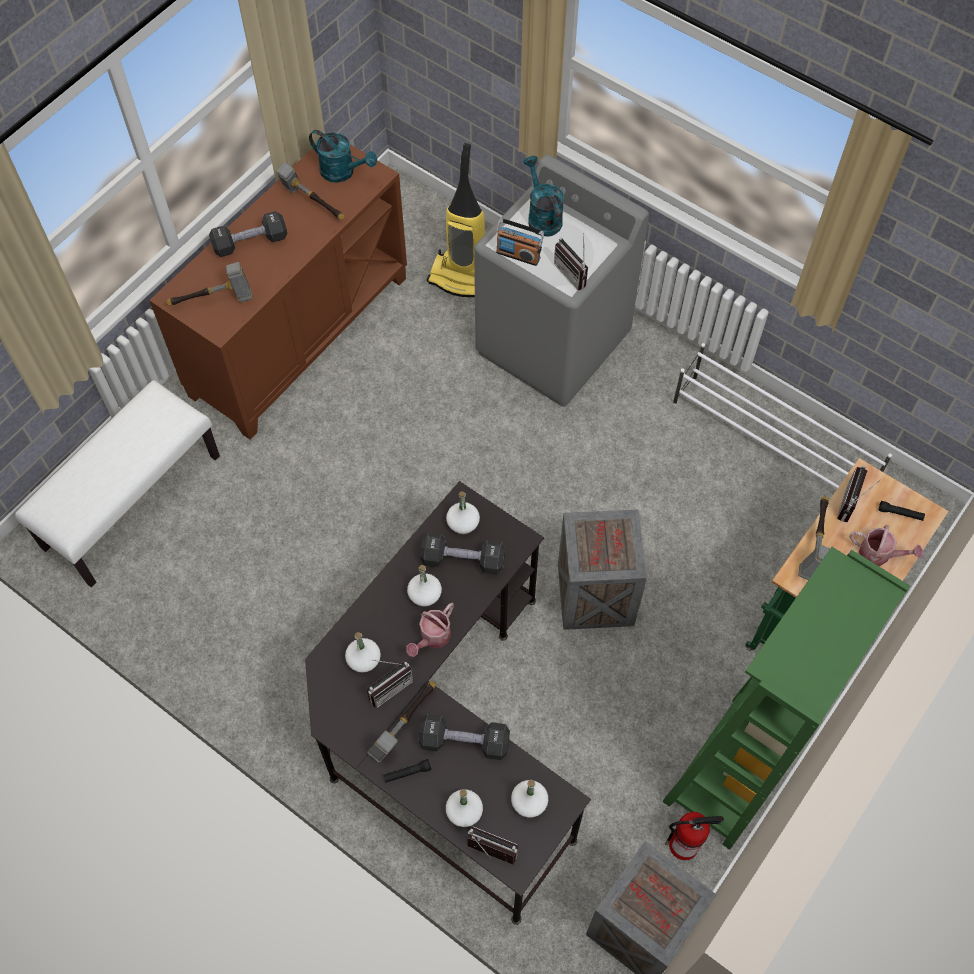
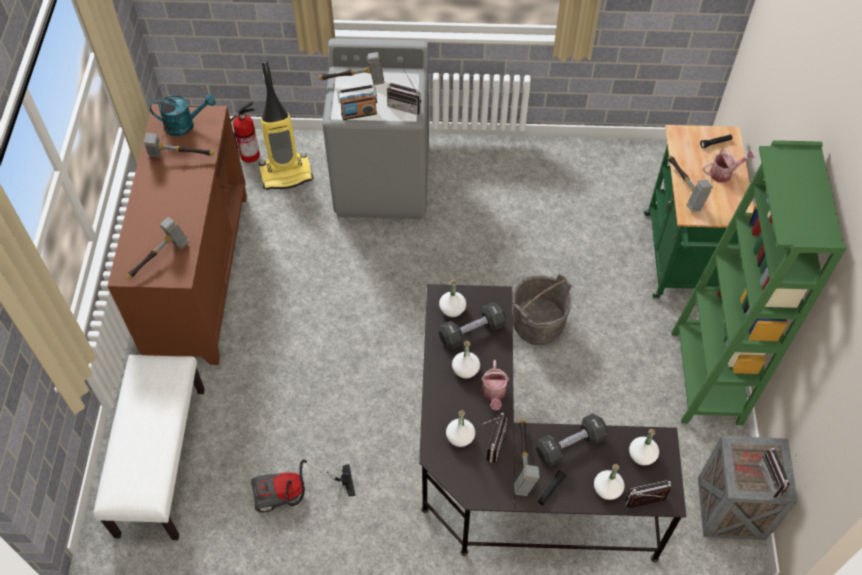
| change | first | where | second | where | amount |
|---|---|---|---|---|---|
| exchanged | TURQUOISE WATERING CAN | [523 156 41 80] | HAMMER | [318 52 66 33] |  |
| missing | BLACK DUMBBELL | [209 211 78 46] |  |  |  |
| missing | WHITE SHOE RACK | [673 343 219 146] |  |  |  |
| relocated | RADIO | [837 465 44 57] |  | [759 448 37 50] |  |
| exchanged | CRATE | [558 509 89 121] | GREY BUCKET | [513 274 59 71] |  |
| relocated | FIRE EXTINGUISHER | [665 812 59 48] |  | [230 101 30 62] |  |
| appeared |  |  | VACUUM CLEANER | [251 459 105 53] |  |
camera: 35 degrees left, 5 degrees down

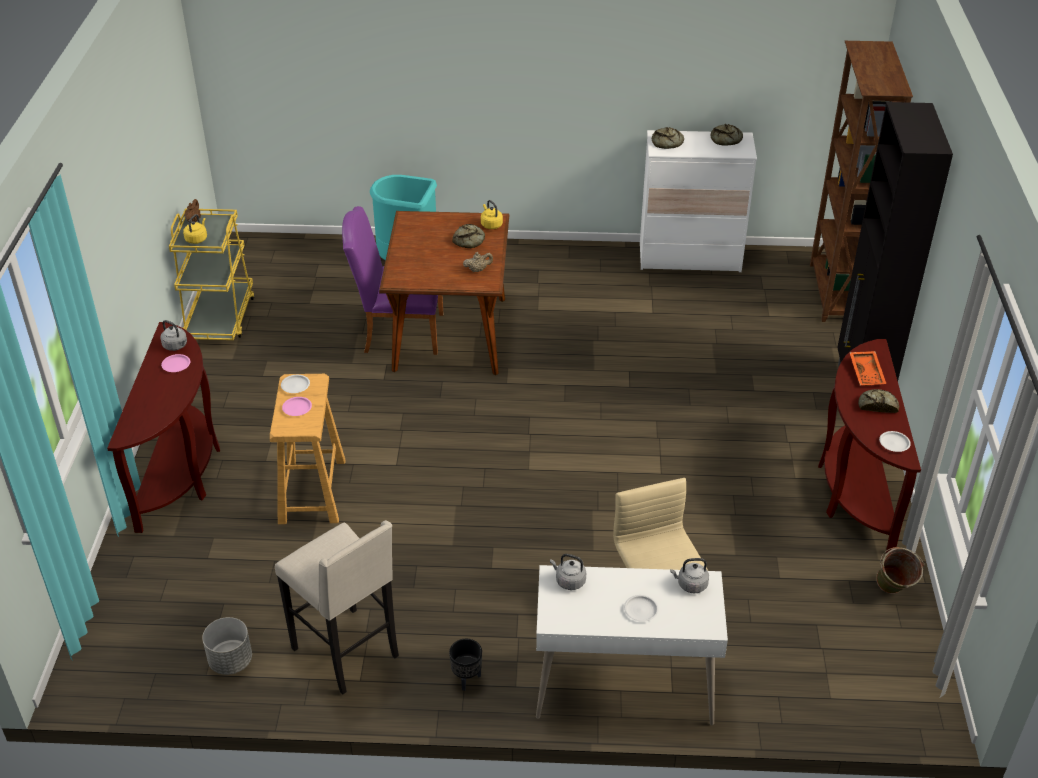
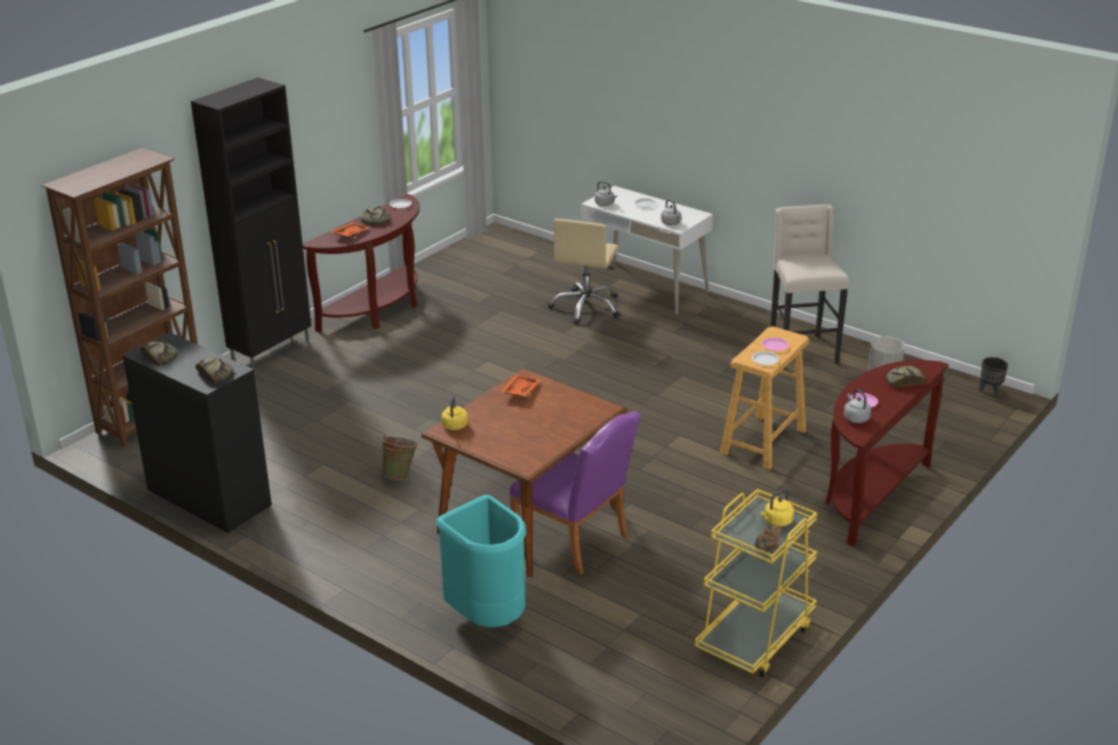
| change | first | where | second | where | amount |
|---|---|---|---|---|---|
| colour | WHITE DRESSER | [640 130 117 142] | BLACK DRESSER | [122 332 150 201] |  |
| relocated | BREAD | [452 224 33 24] |  | [886 366 39 21] |  |
| exchanged | BEIGE TEAPOT | [463 252 30 20] | ORANGE TRAY | [500 375 40 21] |  |
| relocated | GREEN BUCKET | [876 547 48 47] |  | [380 435 38 45] |  |
| relocated | BLACK PLANTER | [449 639 33 52] |  | [979 357 29 41] |  |
camera: 145 degrees left, 10 degrees down

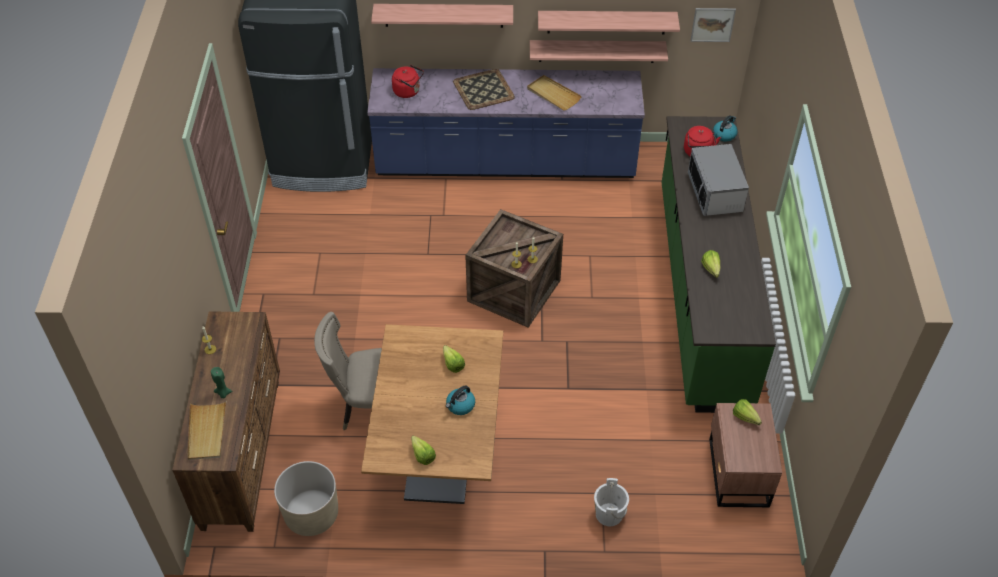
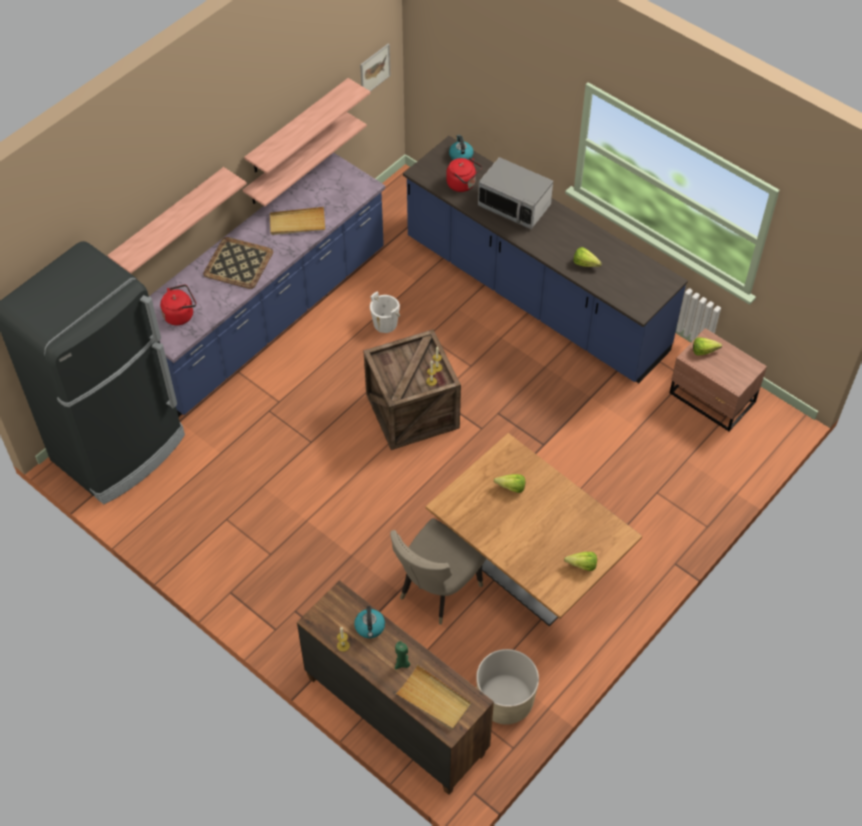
| change | first | where | second | where | amount |
|---|---|---|---|---|---|
| colour | GREEN COUNTER | [662 116 114 297] | BLUE COUNTER | [403 136 285 247] |  |
| relocated | KETTLE | [446 385 29 30] |  | [354 606 31 32] |  |
| relocated | WHITE BUCKET | [594 478 35 48] |  | [370 291 30 42] |  |
camera: 50 degrees left, 5 degrees up

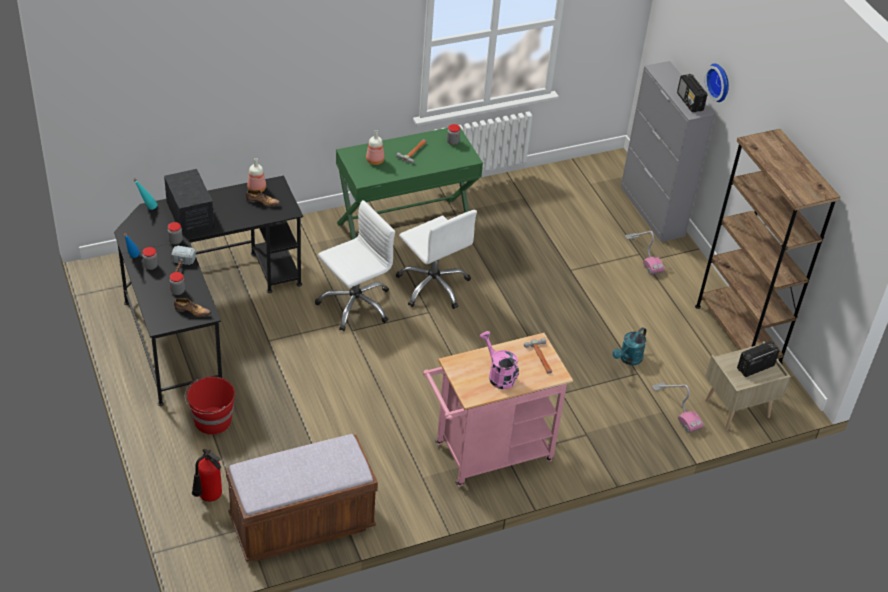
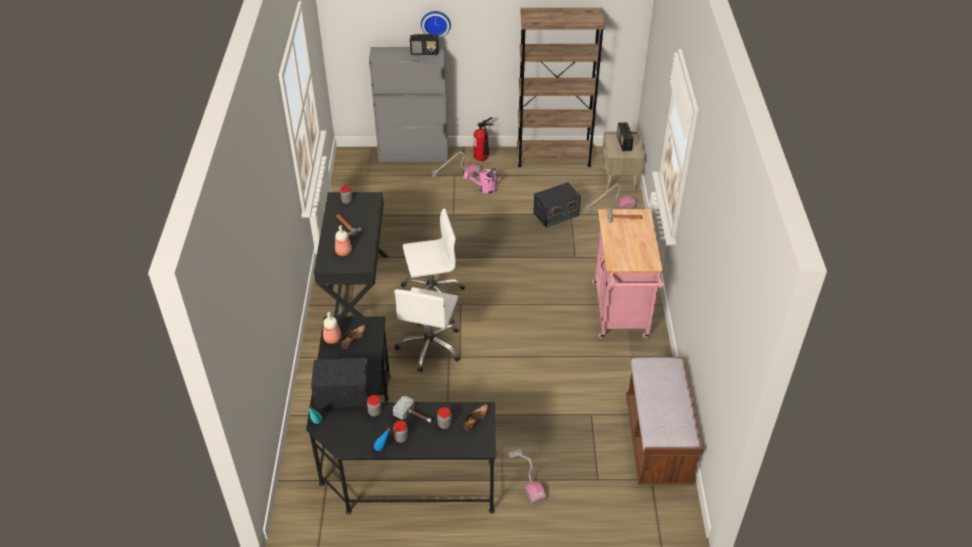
| change | first | where | second | where | amount |
|---|---|---|---|---|---|
| colour | GREEN DESK | [336 128 147 112] | BLACK DESK | [314 192 74 125] |  |
| spun | WHITE OFFICE CHAIR | [315 200 80 131] |  | [394 287 66 85] | 150 degrees counterclockwise |
| exchanged | TURQUOISE WATERING CAN | [612 327 35 38] | RADIO | [533 182 48 45] |  |
| relocated | PINK WATERING CAN | [480 331 39 58] |  | [463 168 38 26] |  |
| exchanged | RED BUCKET | [185 377 50 58] | VACUUM CLEANER | [508 449 38 55] |  |
| relocated | FIRE EXTINGUISHER | [192 449 30 53] |  | [474 117 19 44] |  |
camera: 65 degrees left, 0 degrees up

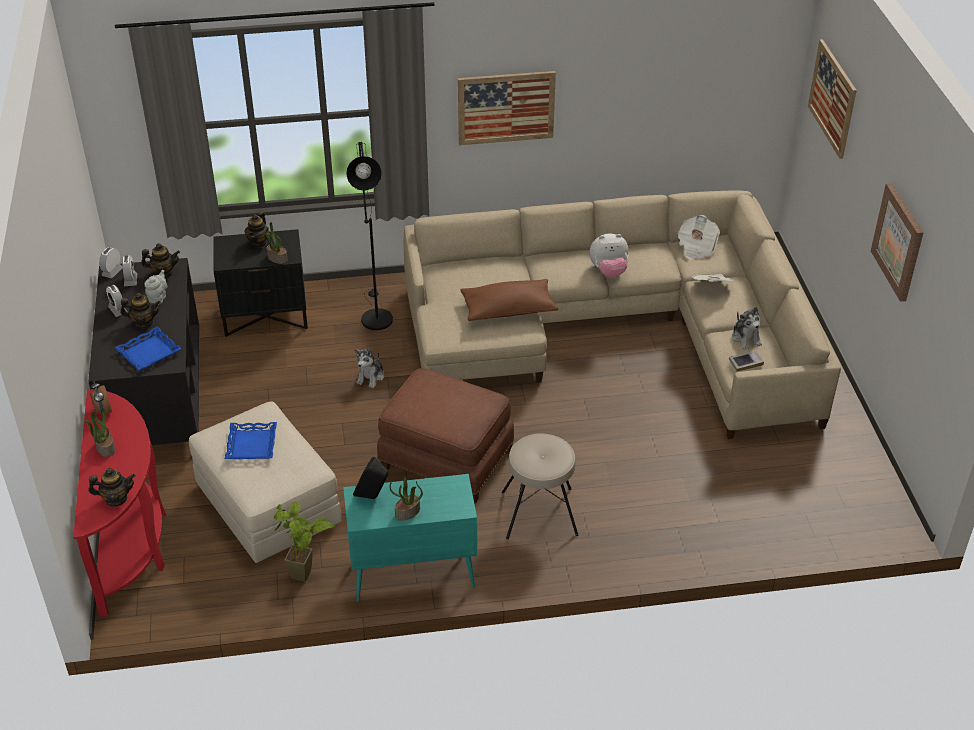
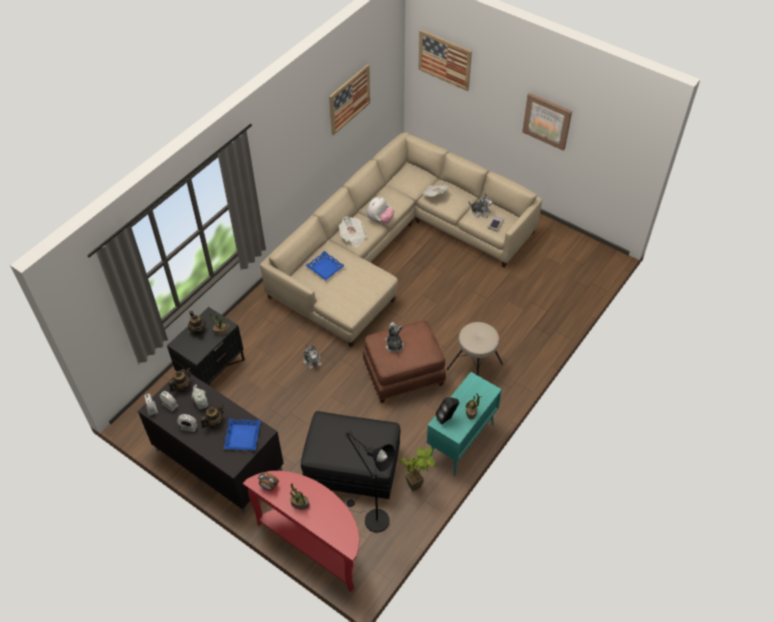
| change | first | where | second | where | amount |
|---|---|---|---|---|---|
| relocated | PICTURE | [458 71 98 74] |  | [329 64 41 72] |  |
| relocated | BLACK FLOOR LAMP | [346 142 47 188] |  | [346 431 49 102] |  |
| relocated | NEWSPAPER | [677 215 43 44] |  | [339 216 28 31] |  |
| missing | BROWN PILLOW | [460 279 98 42] |  |  |  |
| colour | BEIGE OTTOMAN | [189 401 152 162] | BLACK OTTOMAN | [301 411 99 88] |  |
| relocated | BLUE TRAY | [225 422 52 37] |  | [305 251 40 29] |  |
| missing | TEAPOT | [89 468 46 39] |  |  |  |
| appeared |  |  | PLUSH TOY | [385 322 19 30] |  |
camera: 45 degrees left, 10 degrees up

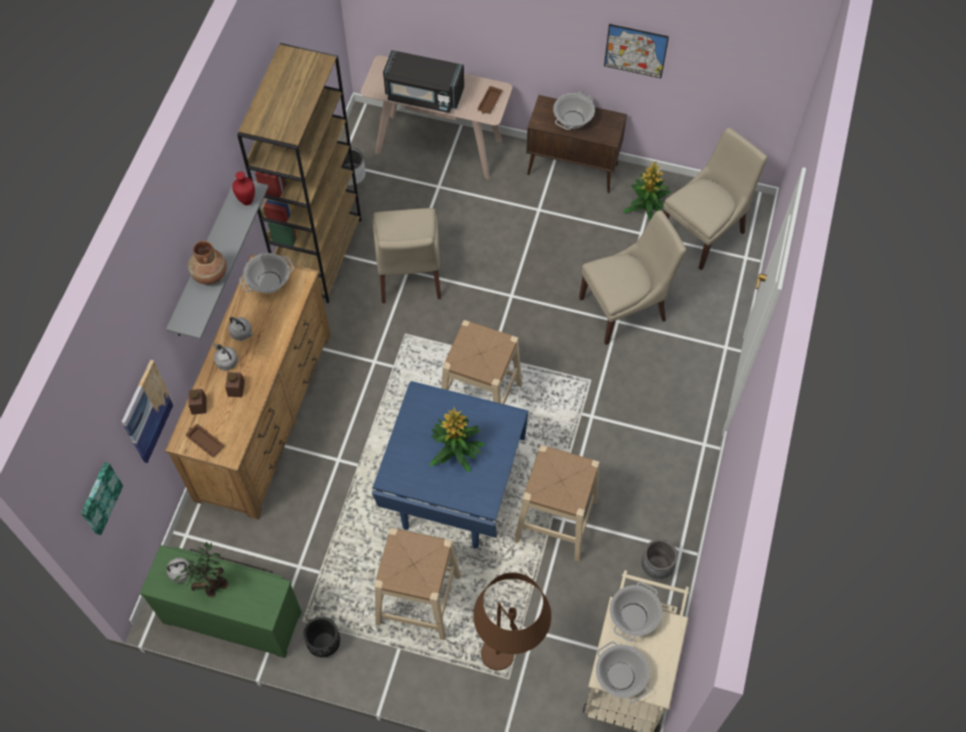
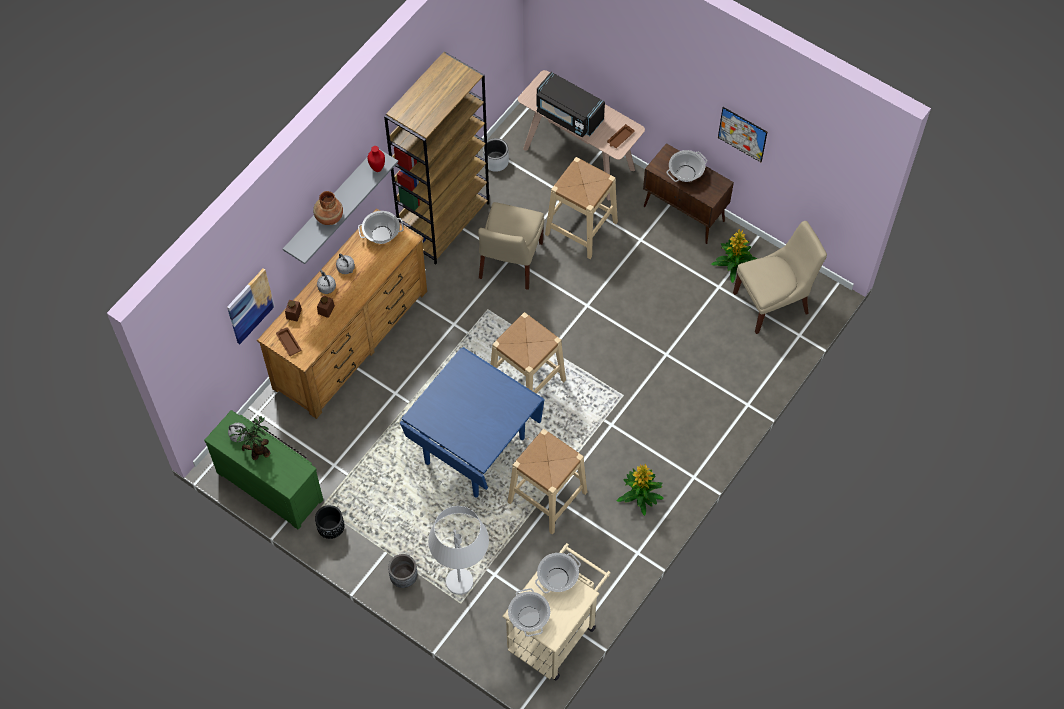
| change | first | where | second | where | amount |
|---|---|---|---|---|---|
| missing | BEIGE CHAIR | [579 210 107 135] |  |  |  |
| relocated | POTTED PLANT | [430 407 55 66] |  | [617 463 47 53] |  |
| missing | PICTURE | [81 462 42 73] |  |  |  |
| relocated | BEIGE STOOL | [374 528 87 112] |  | [545 157 73 102] |  |
| relocated | GREY PLANTER | [641 539 37 40] |  | [388 554 29 34] |  |
| colour | BROWN FLOOR LAMP | [473 573 78 98] | WHITE FLOOR LAMP | [428 506 61 89] |  |
camera: 20 degrees right, 0 degrees up

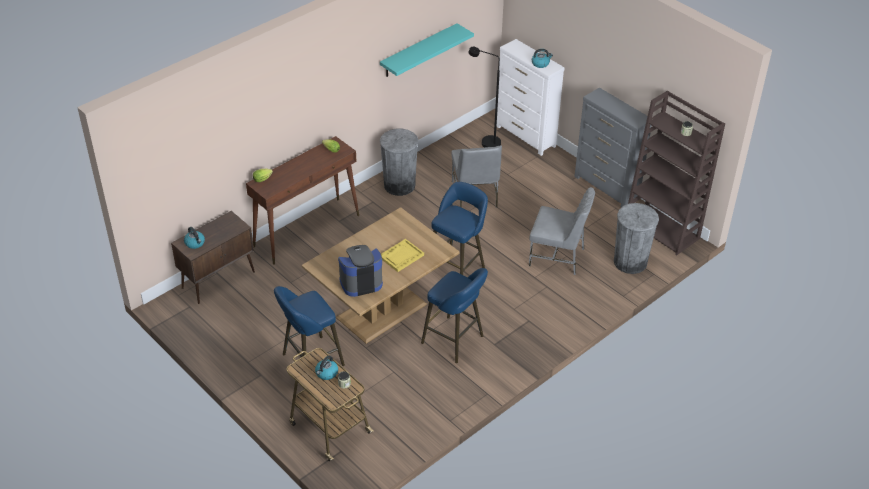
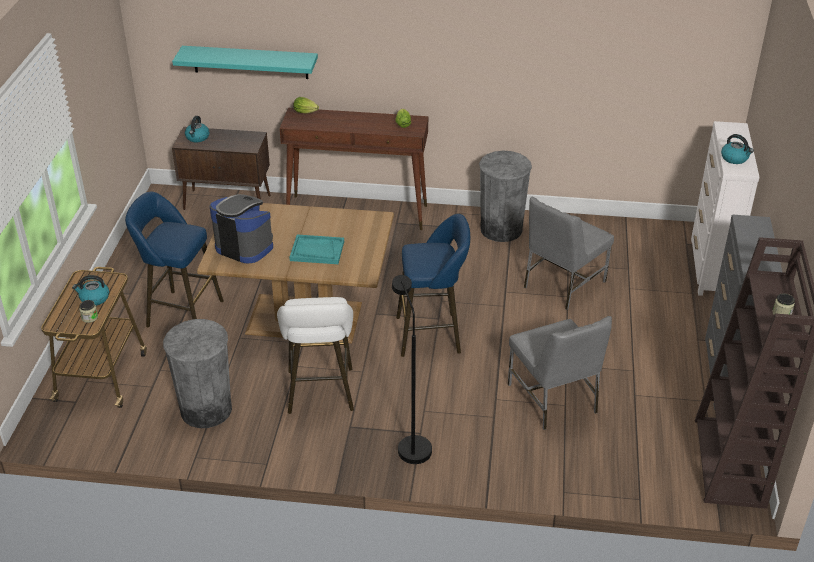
| change | first | where | second | where | amount |
|---|---|---|---|---|---|
| relocated | TURQUOISE SHELF | [380 23 94 54] |  | [172 46 146 33] |  |
| relocated | BLACK FLOOR LAMP | [469 47 32 100] |  | [392 275 40 189] |  |
| relocated | GREY TRASH CAN | [614 203 45 71] |  | [163 319 69 109] |  |
| colour | YELLOW TRAY | [381 239 43 33] | TURQUOISE TRAY | [289 235 55 29] |  |
| colour | BLUE STOOL | [421 268 67 95] | WHITE STOOL | [277 297 77 117] |  |
camera: 50 degrees right, 5 degrees down

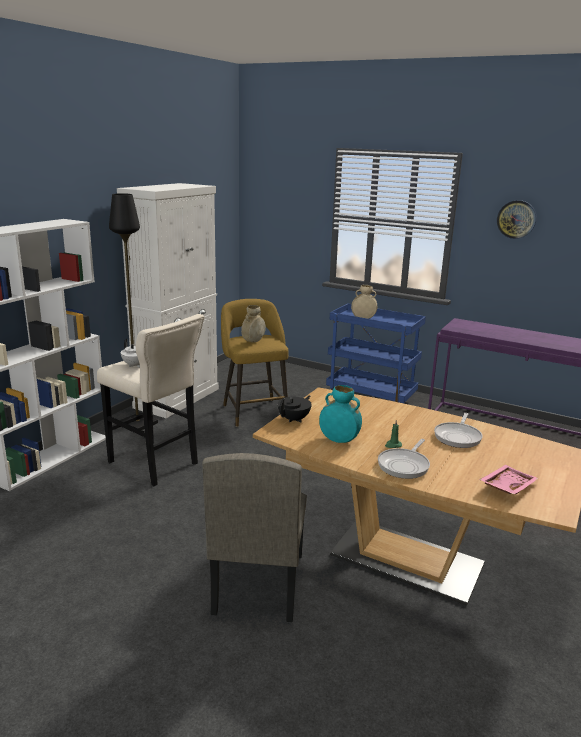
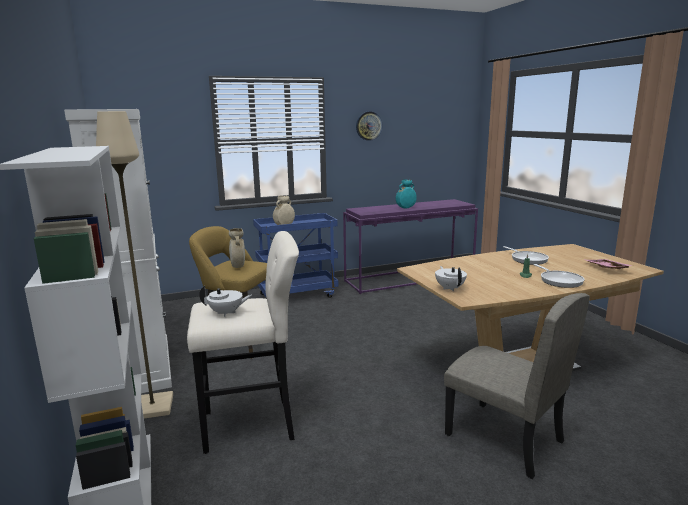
| change | first | where | second | where | amount |
|---|---|---|---|---|---|
| colour | BLACK FLOOR LAMP | [109 193 49 237] | BEIGE FLOOR LAMP | [96 111 77 307] |  |
| relocated | TURQUOISE VASE | [319 385 43 58] |  | [396 180 21 29] |  |
| colour | BLACK TEAPOT | [278 395 34 27] | WHITE TEAPOT | [435 266 32 25] |  |
camera: 50 degrees left, 5 degrees down

